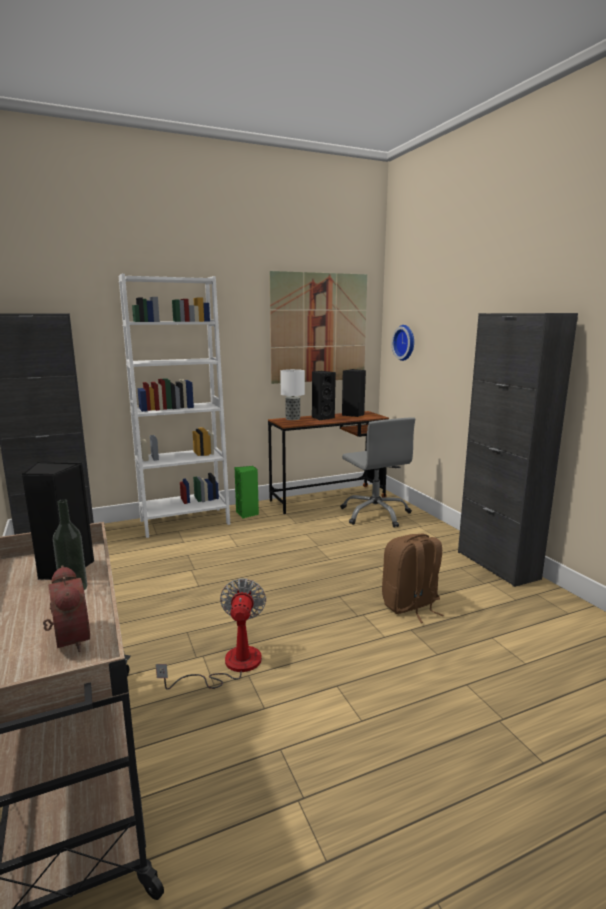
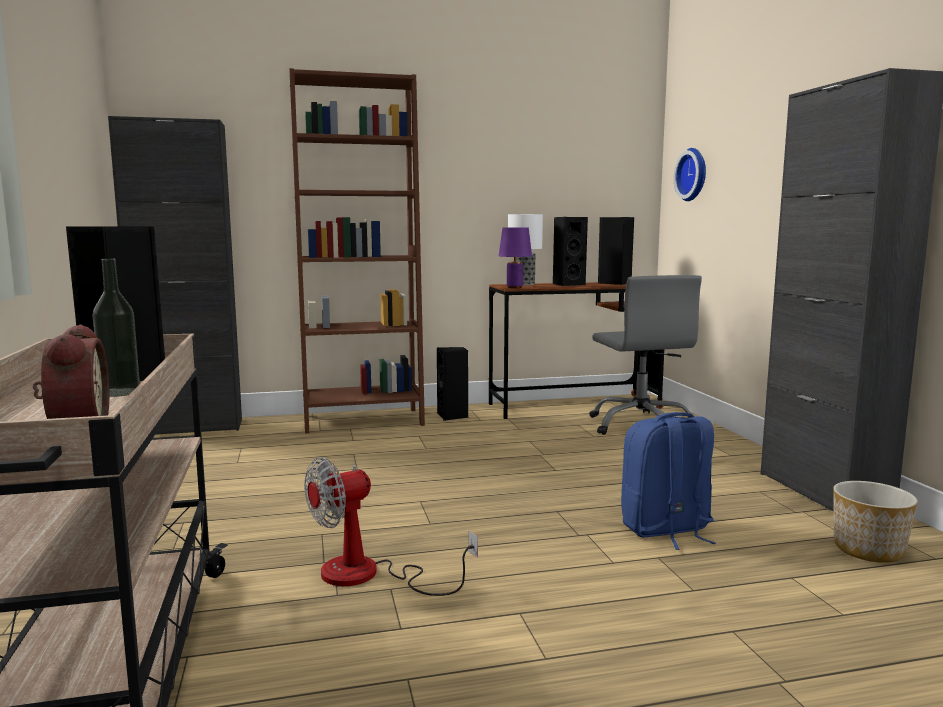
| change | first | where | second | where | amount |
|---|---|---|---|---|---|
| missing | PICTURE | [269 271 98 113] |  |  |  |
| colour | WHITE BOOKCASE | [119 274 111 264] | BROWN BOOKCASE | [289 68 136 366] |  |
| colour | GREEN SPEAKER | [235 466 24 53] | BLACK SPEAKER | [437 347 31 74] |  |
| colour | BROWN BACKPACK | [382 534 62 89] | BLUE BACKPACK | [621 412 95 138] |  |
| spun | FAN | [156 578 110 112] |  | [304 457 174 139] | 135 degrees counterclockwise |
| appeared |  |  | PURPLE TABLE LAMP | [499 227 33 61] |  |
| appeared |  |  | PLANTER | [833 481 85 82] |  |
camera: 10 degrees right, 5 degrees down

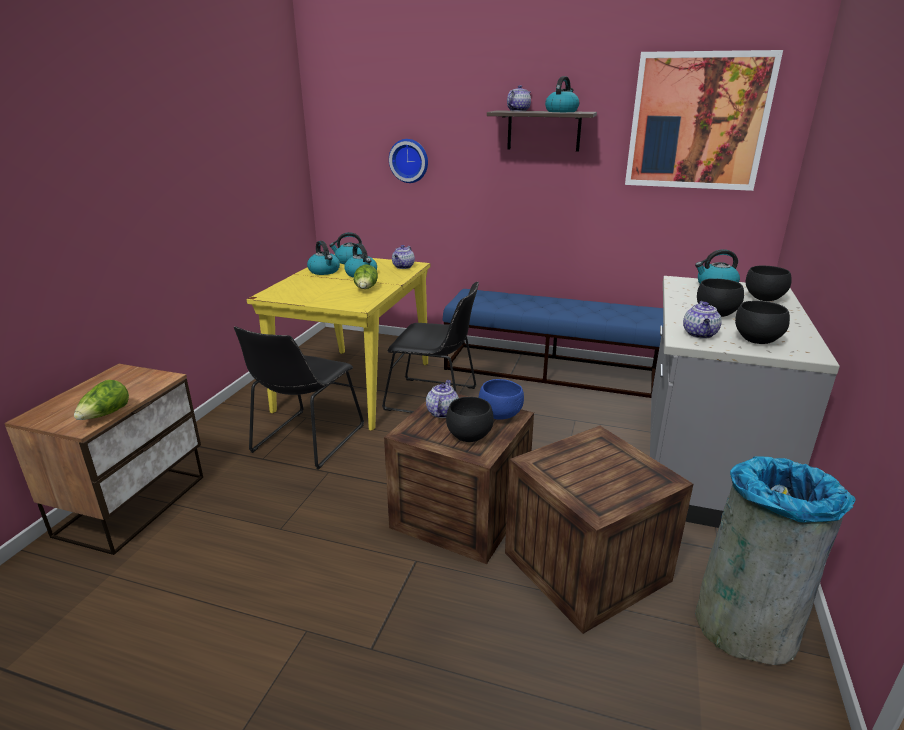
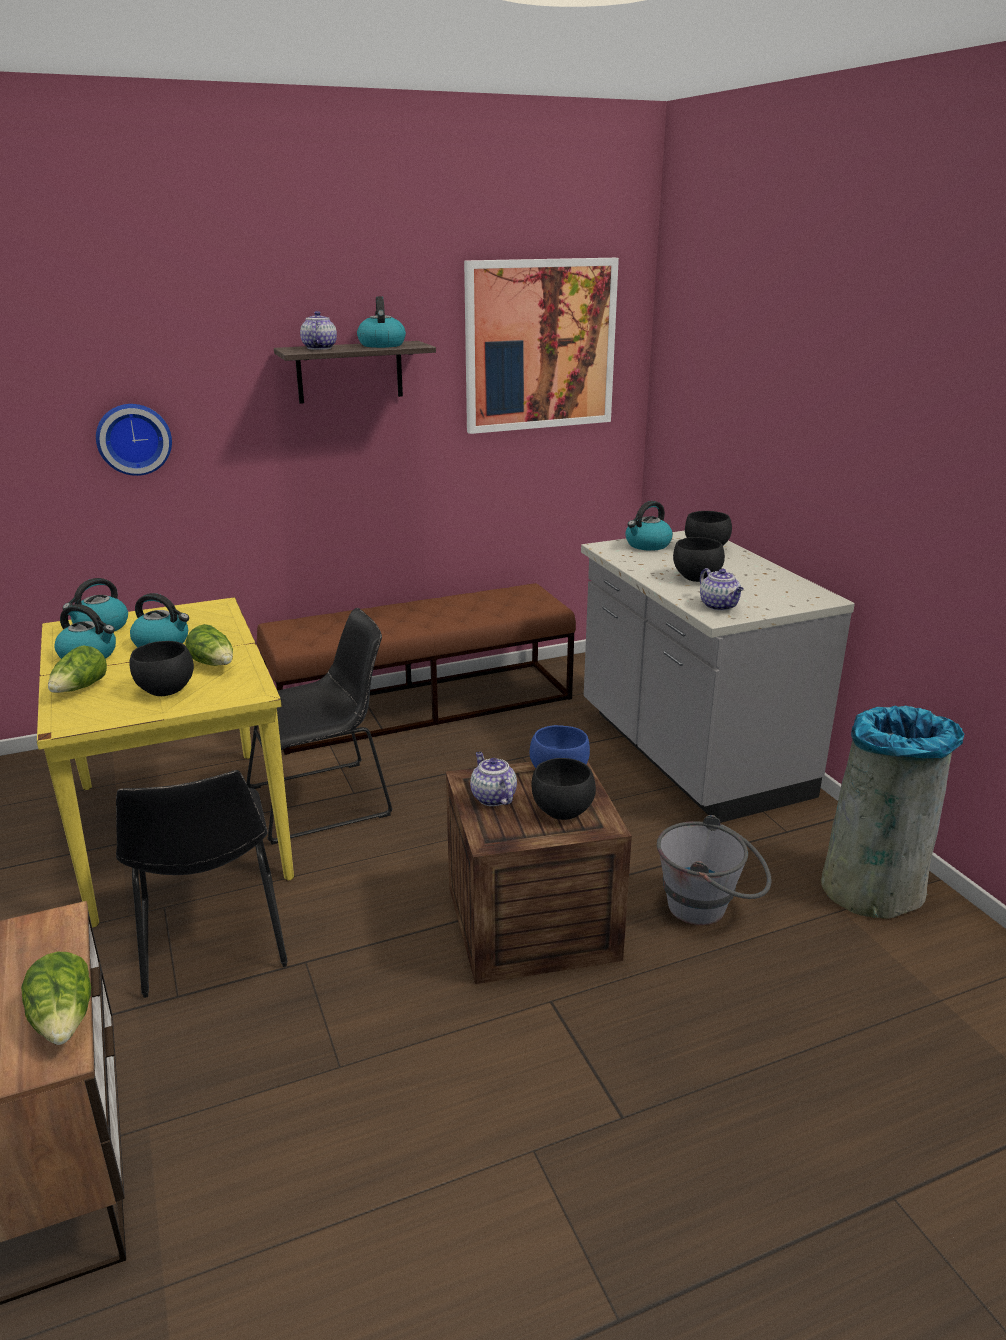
| change | first | where | second | where | amount |
|---|---|---|---|---|---|
| missing | TEAPOT | [392 245 23 24] |  |  |  |
| colour | BLUE BENCH | [443 289 220 109] | BROWN BENCH | [257 583 319 172] |  |
| relocated | BLACK BOWL | [735 301 55 43] |  | [130 641 64 55] |  |
| exchanged | CRATE | [505 426 188 208] | GREY BUCKET | [657 815 115 110] |  |
| appeared |  |  | LETTUCE | [48 645 59 48] |  |
camera: 40 degrees left, 0 degrees up

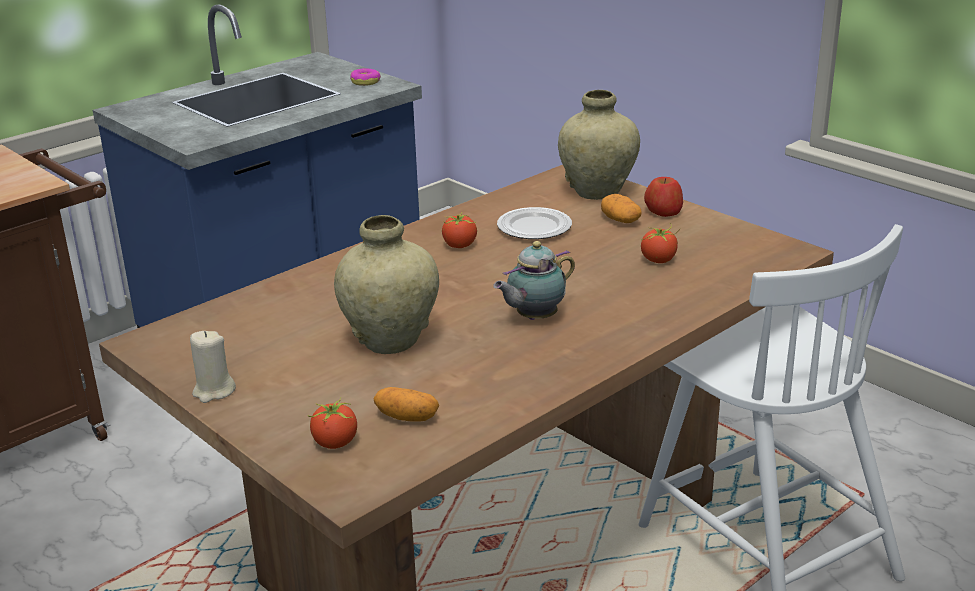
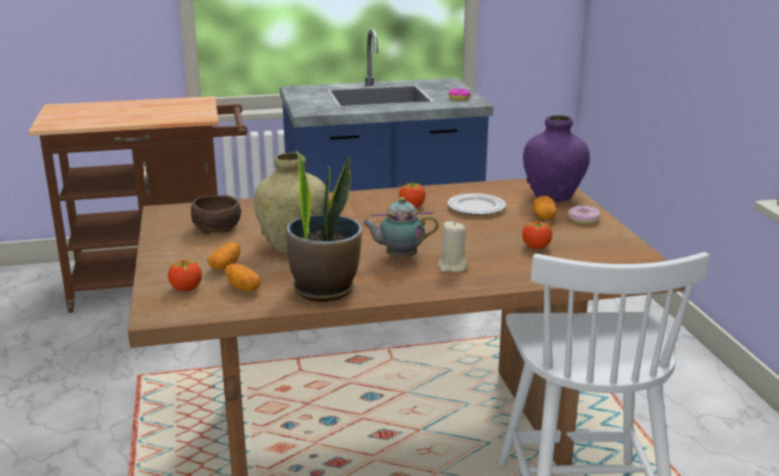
| change | first | where | second | where | amount |
|---|---|---|---|---|---|
| colour | BEIGE VASE | [558 90 82 110] | PURPLE VASE | [523 115 67 87] |  |
| exchanged | APPLE | [644 177 39 40] | DONUT | [568 206 33 18] |  |
| relocated | BEIGE CANDLE | [190 331 46 72] |  | [438 221 30 51] |  |
| appeared |  |  | POTTED PLANT | [287 149 75 153] |  |
| appeared |  |  | BROWN BOWL | [191 195 50 39] |  |
| appeared |  |  | POTATO | [207 242 33 28] |  |
camera: 30 degrees right, 5 degrees down

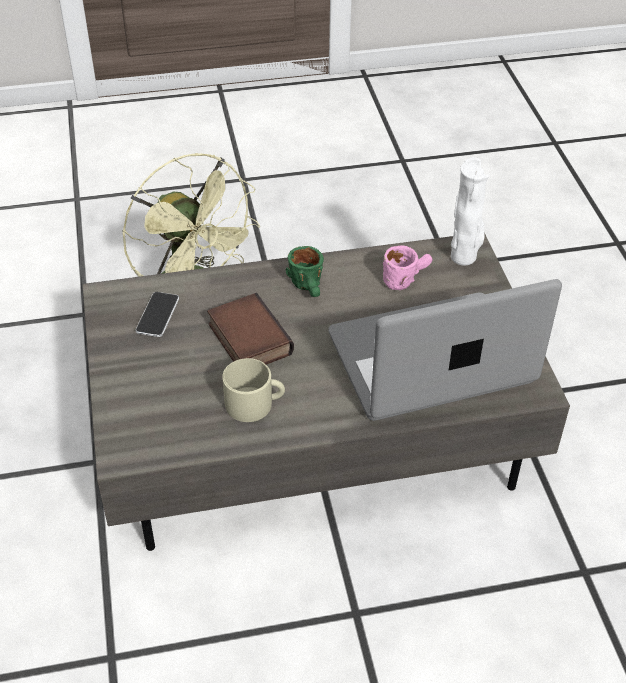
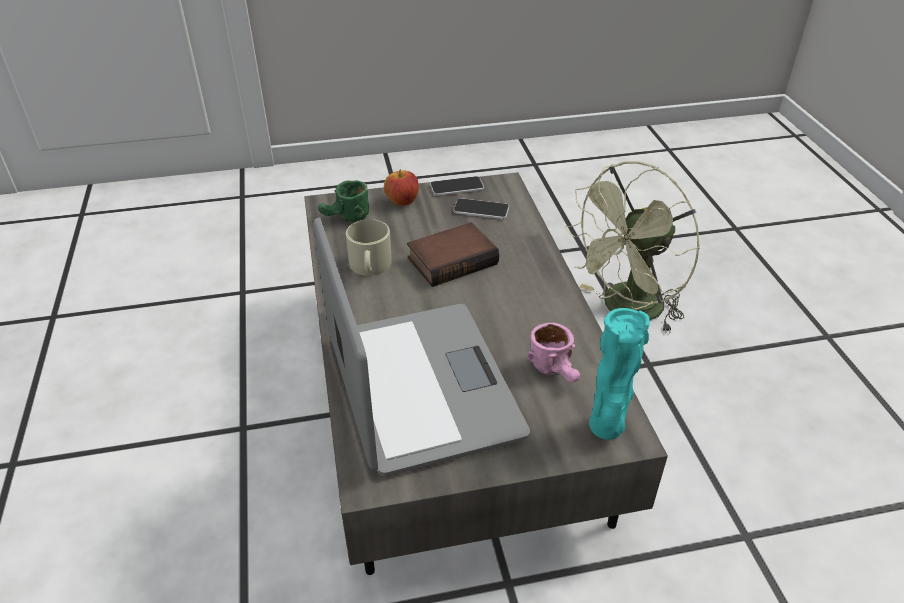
| change | first | where | second | where | amount |
|---|---|---|---|---|---|
| colour | WHITE VASE | [451 157 39 108] | TURQUOISE VASE | [589 308 61 132] |  |
| relocated | GREEN MUG | [286 246 38 51] |  | [318 180 51 42] |  |
| appeared |  |  | APPLE | [384 169 35 37] |  |
| appeared |  |  | PHONE | [430 176 54 20] |  |
camera: 90 degrees right, 5 degrees down

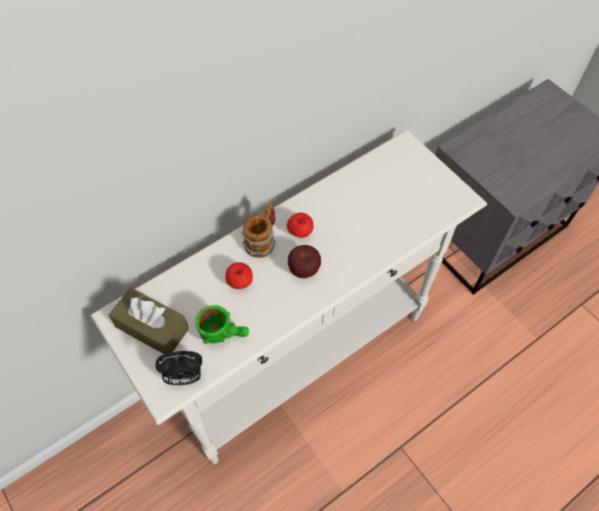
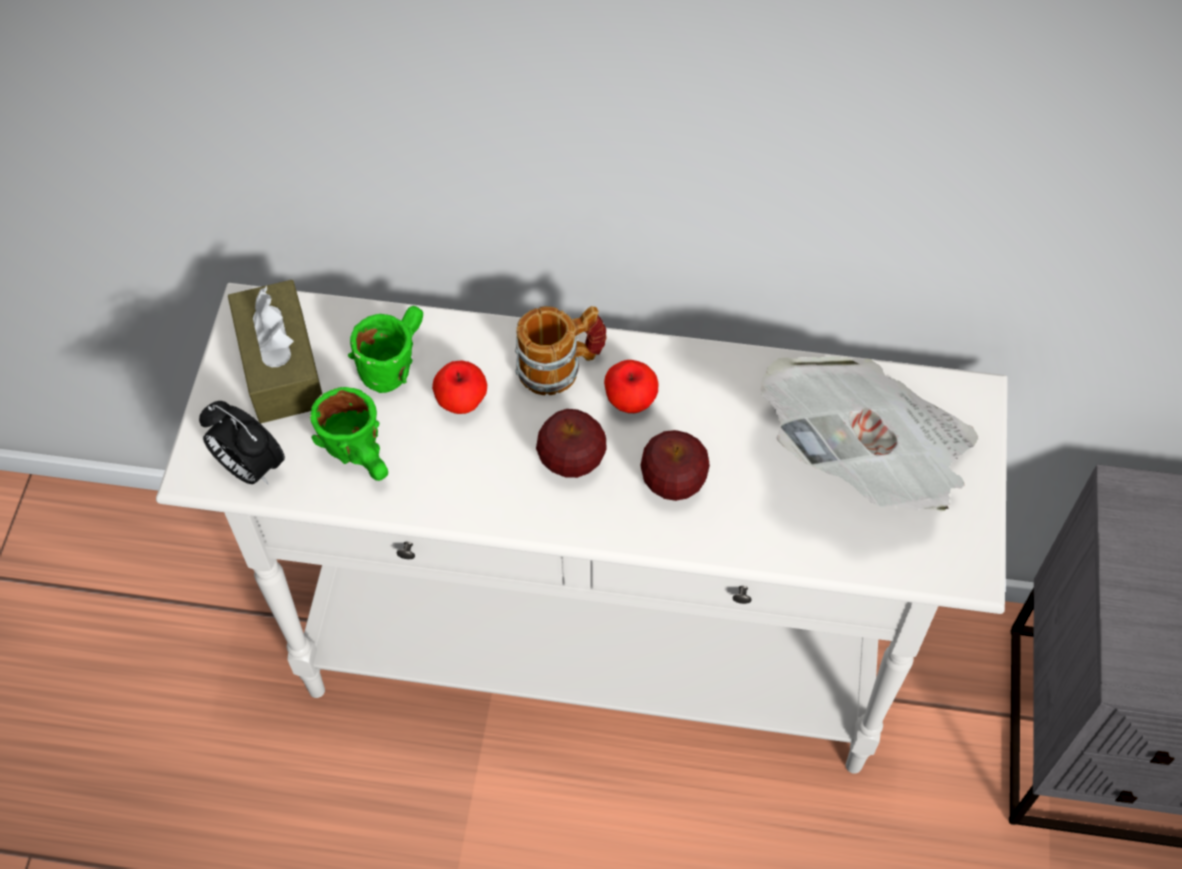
| change | first | where | second | where | amount |
|---|---|---|---|---|---|
| appeared |  |  | GREEN MUG | [348 306 75 87] |  |
| appeared |  |  | NEWSPAPER | [761 356 217 156] |  |
| appeared |  |  | APPLE | [640 430 70 71] |  |
camera: 45 degrees right, 0 degrees up

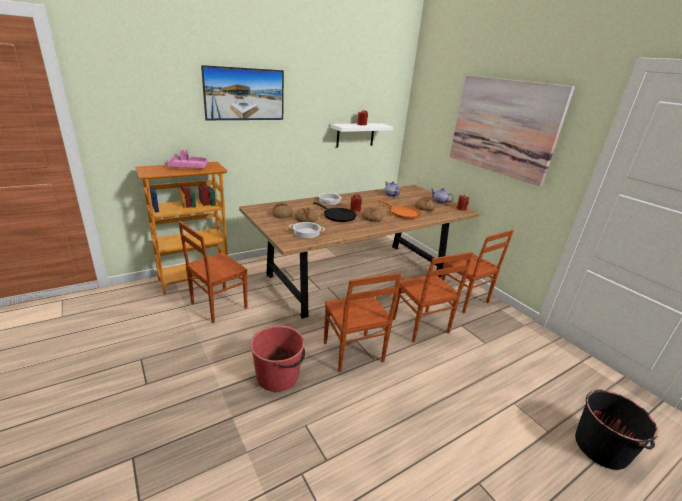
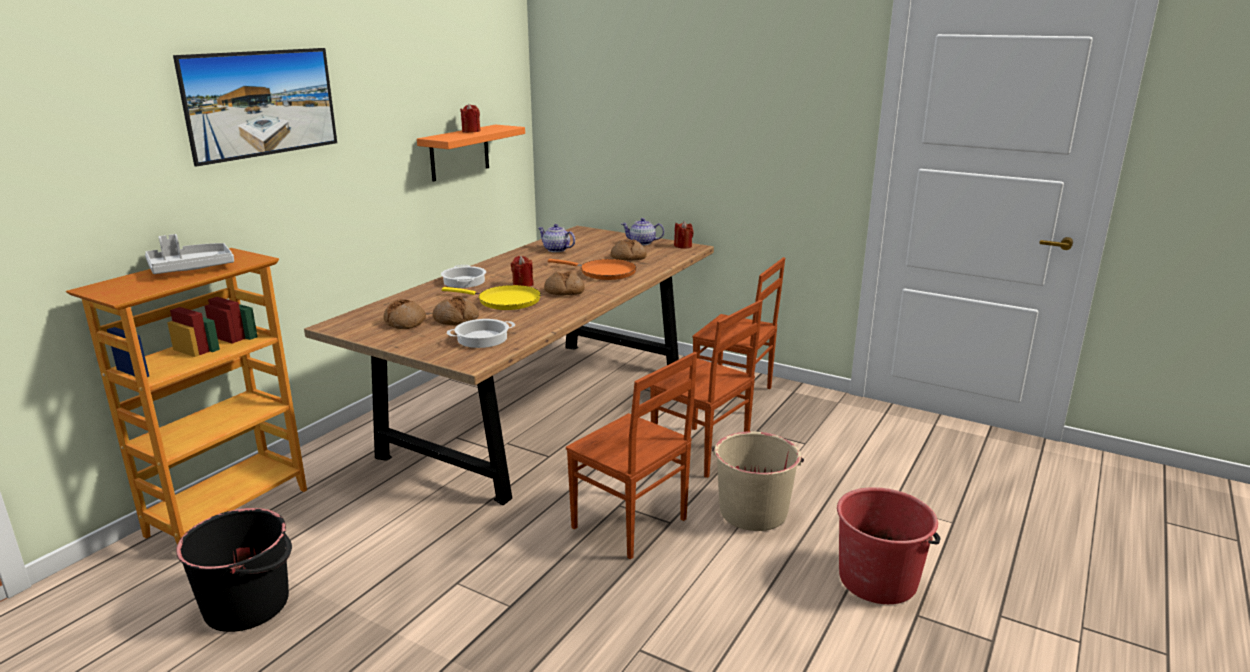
| change | first | where | second | where | amount |
|---|---|---|---|---|---|
| missing | PICTURE | [449 75 126 111] |  |  |  |
| colour | WHITE SHELF | [330 123 63 24] | ORANGE SHELF | [417 124 108 58] |  |
| colour | PINK TRAY | [167 150 41 18] | GREY TRAY | [145 234 89 40] |  |
| colour | BLACK FRYING PAN | [313 202 44 20] | YELLOW FRYING PAN | [442 285 99 25] |  |
| missing | BROWN CHAIR | [178 221 70 102] |  |  |  |
| relocated | RED BUCKET | [250 325 55 67] |  | [837 487 104 117] |  |
| relocated | BLACK BUCKET | [575 390 83 80] |  | [176 508 116 124] |  |
| appeared |  |  | BEIGE BUCKET | [712 431 92 100] |  |
camera: 25 degrees left, 5 degrees down

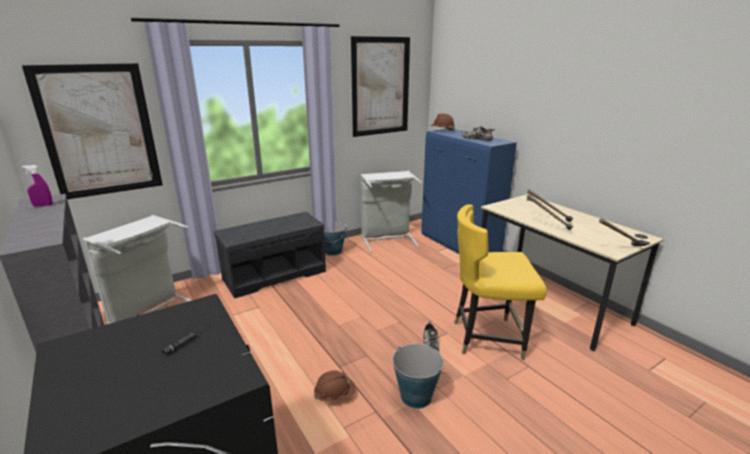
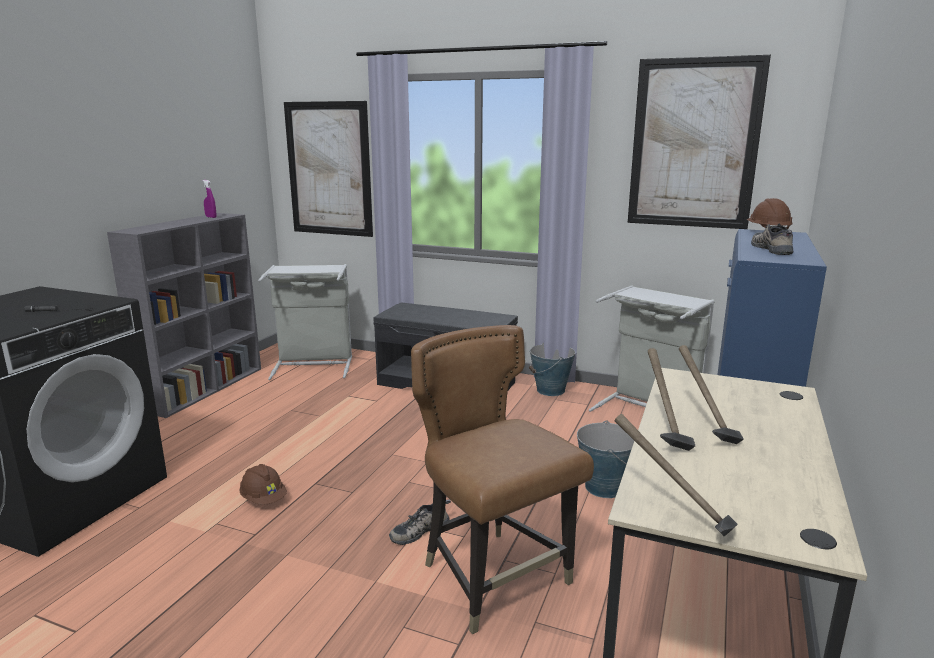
| change | first | where | second | where | amount |
|---|---|---|---|---|---|
| colour | YELLOW CHAIR | [454 205 93 155] | BROWN CHAIR | [411 325 183 309] |  |
| relocated | BUCKET | [392 344 52 65] |  | [577 420 57 78] |  |
camera: 55 degrees right, 5 degrees down

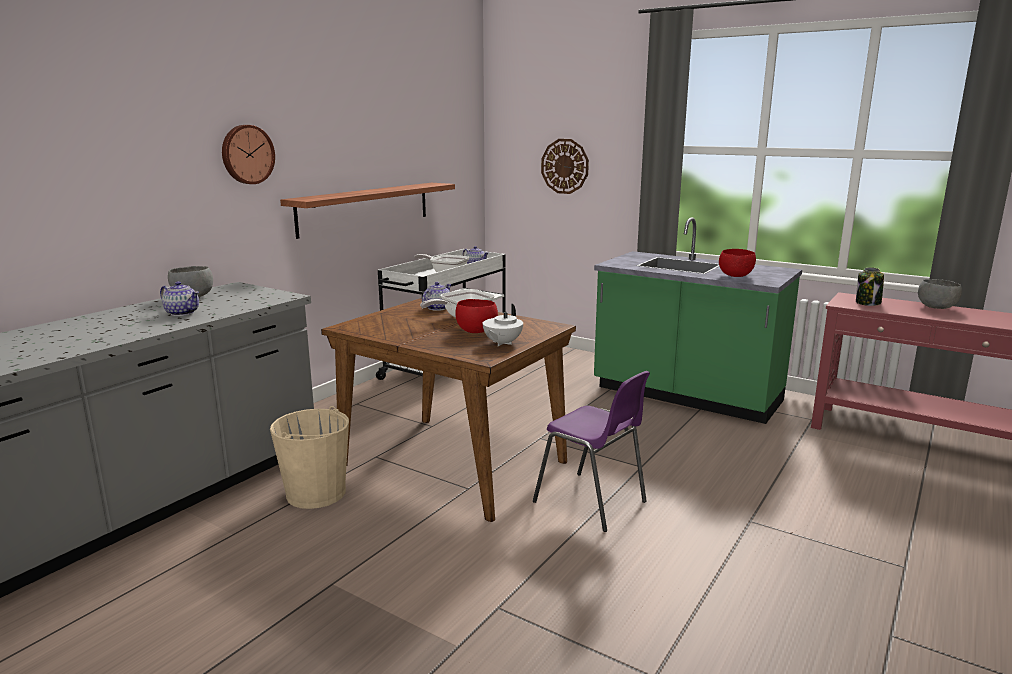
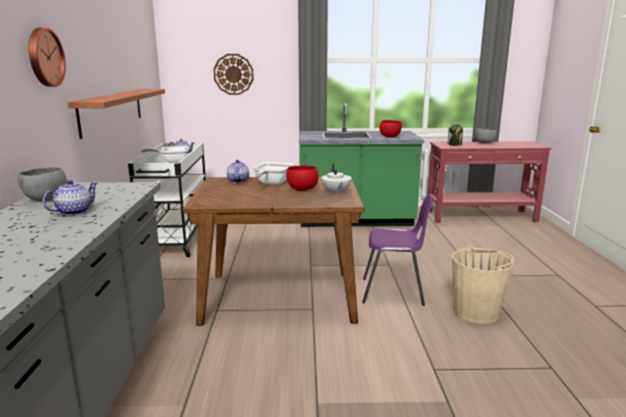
| change | first | where | second | where | amount |
|---|---|---|---|---|---|
| spun | TEAPOT | [160 281 39 35] |  | [43 180 54 35] | 45 degrees counterclockwise |
| relocated | BEIGE BUCKET | [270 406 79 103] |  | [452 245 62 79] |  |
camera: 35 degrees left, 0 degrees up

